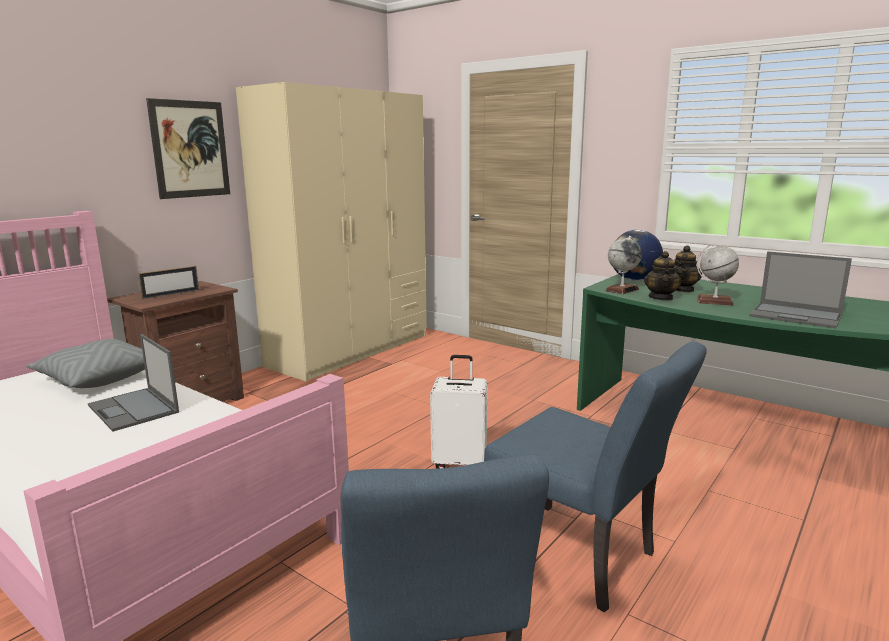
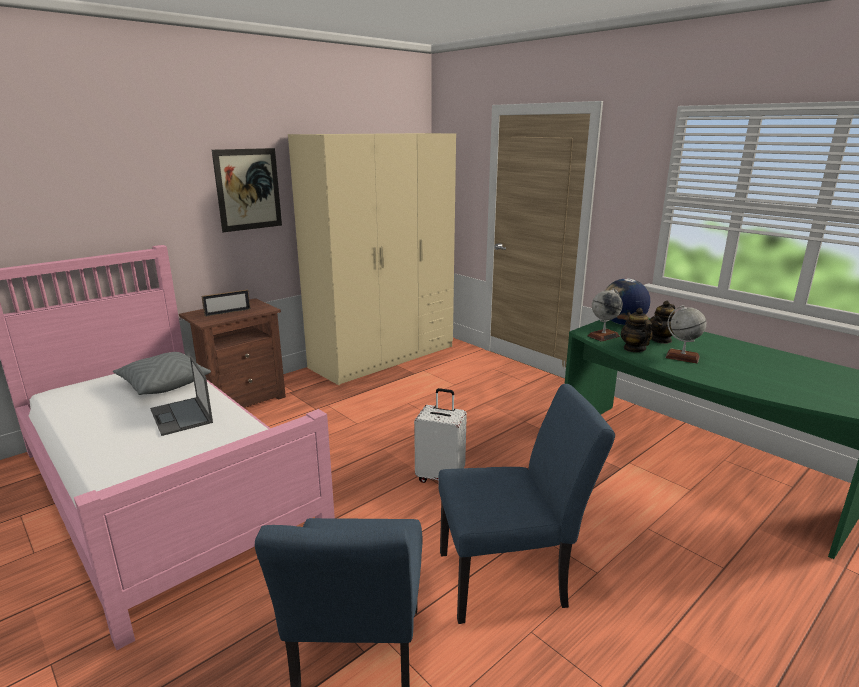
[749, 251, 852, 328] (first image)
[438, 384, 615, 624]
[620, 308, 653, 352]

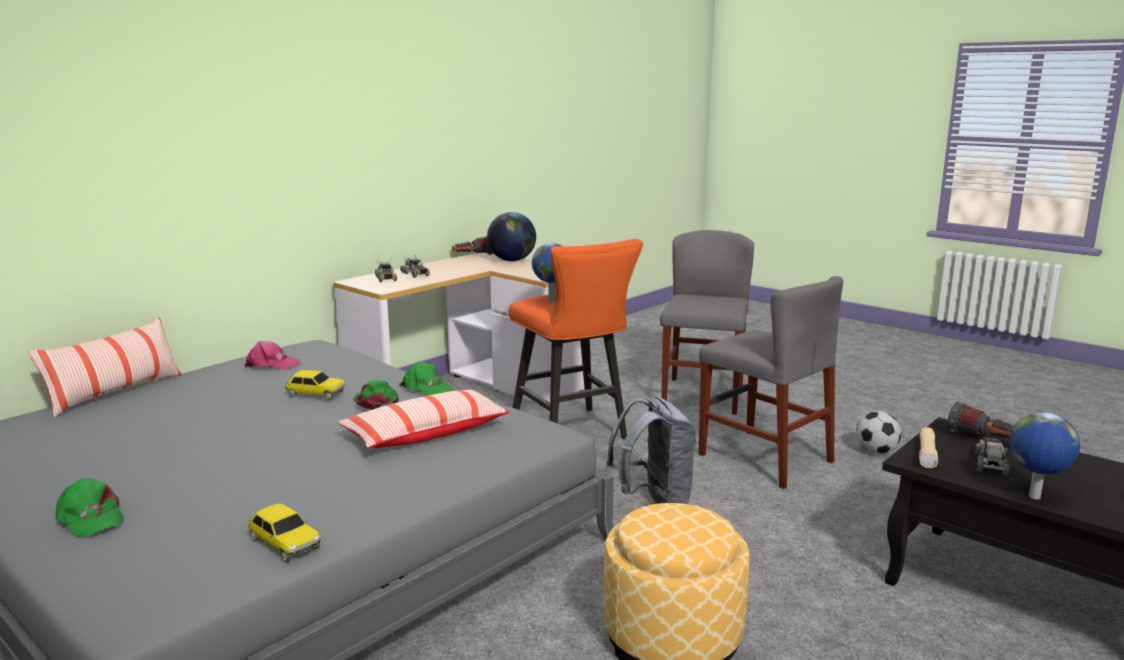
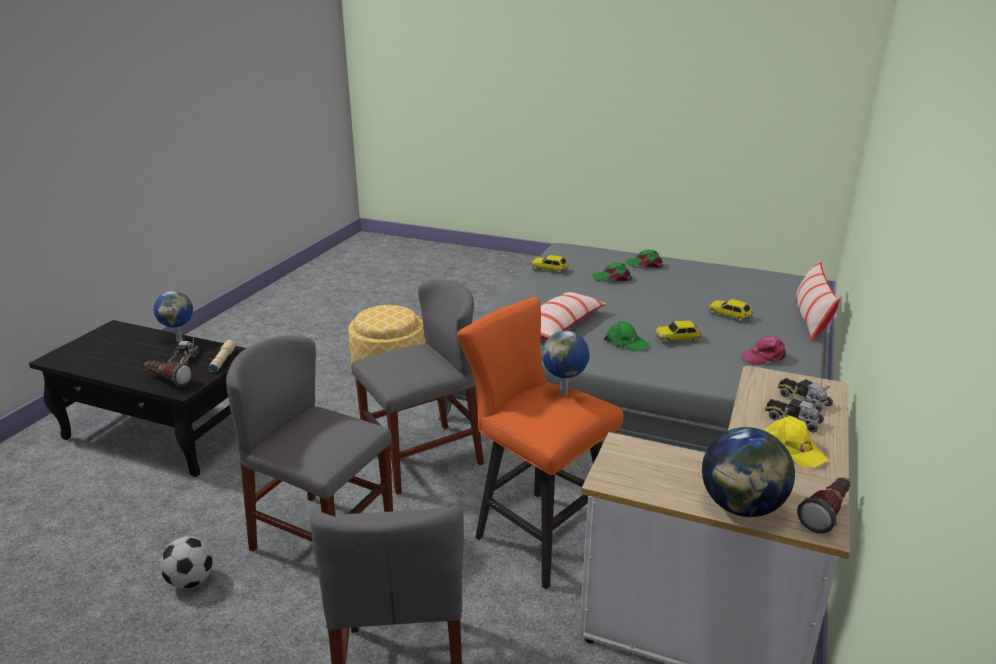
[709, 299, 753, 323]
[765, 416, 829, 467]
[593, 263, 632, 281]
[351, 279, 484, 495]

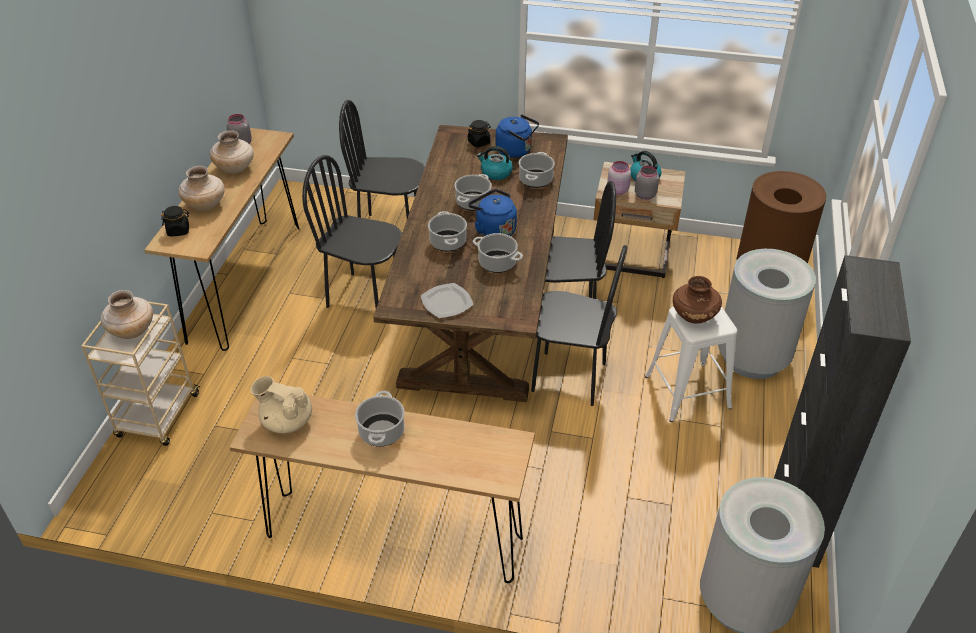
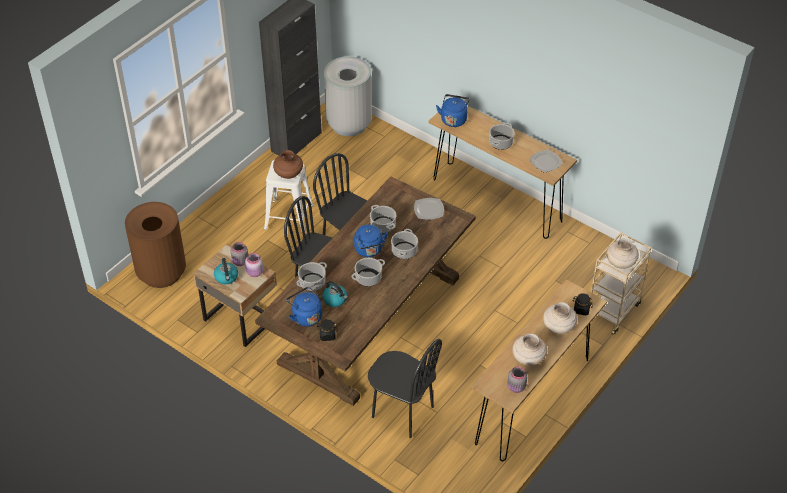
[302, 155, 402, 308] (first image)
[718, 249, 816, 379] (first image)
[436, 94, 470, 127]
[529, 149, 563, 173]

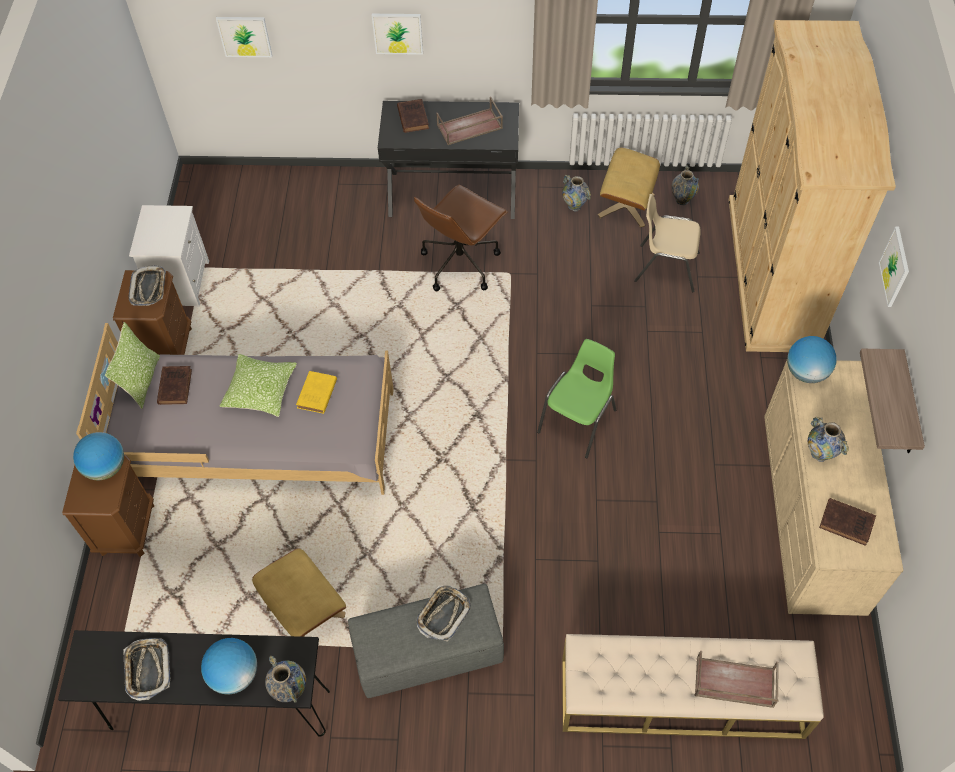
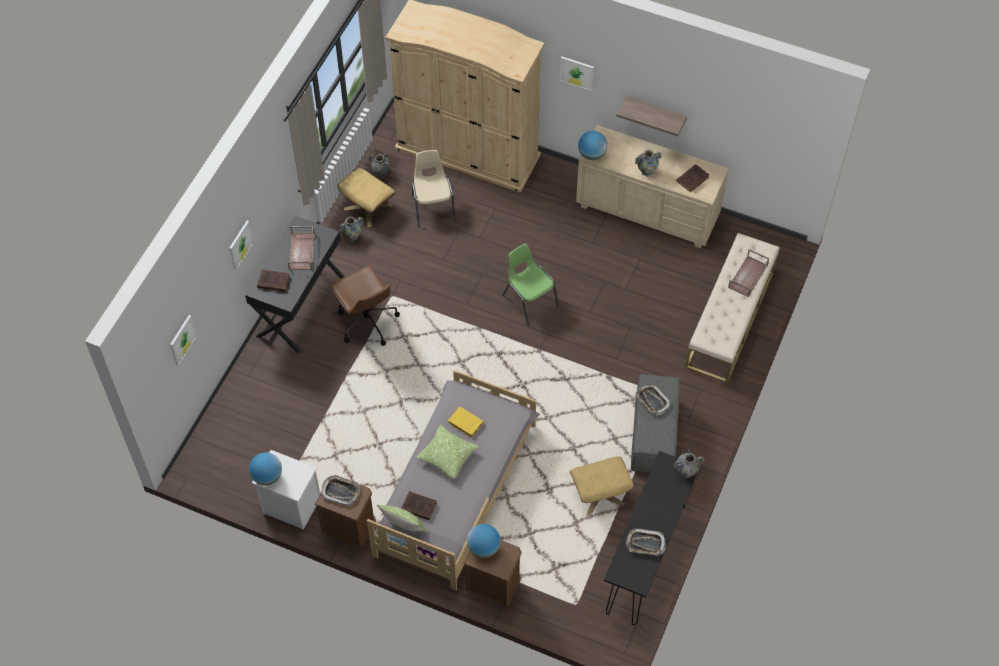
[249, 453, 282, 485]
[412, 150, 456, 228]

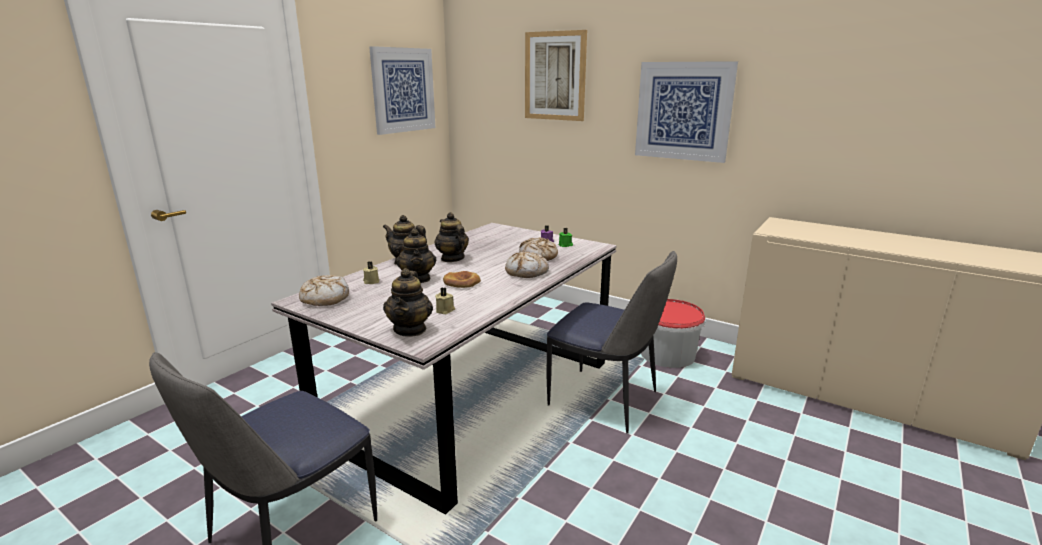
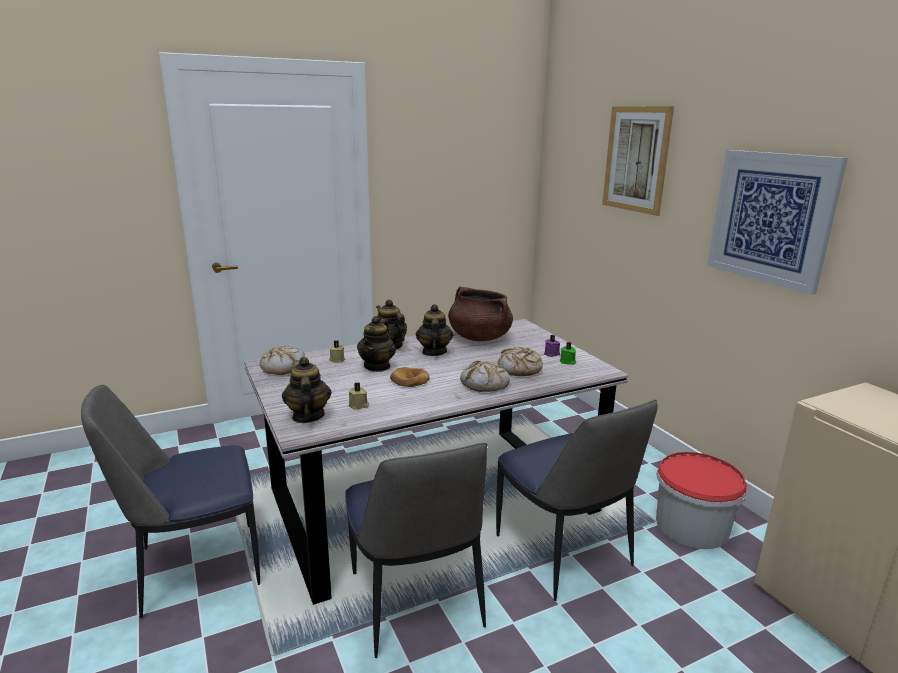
[369, 46, 435, 135] (first image)
[345, 443, 487, 658]
[448, 287, 513, 341]
[282, 357, 332, 423]

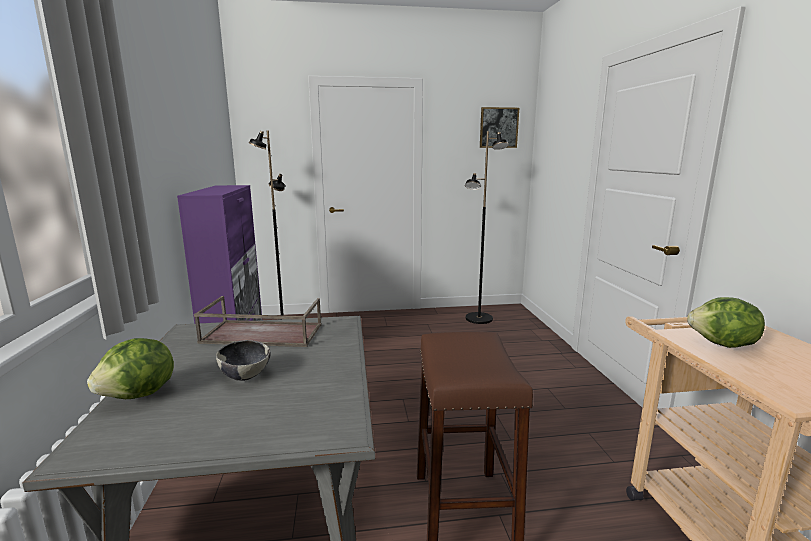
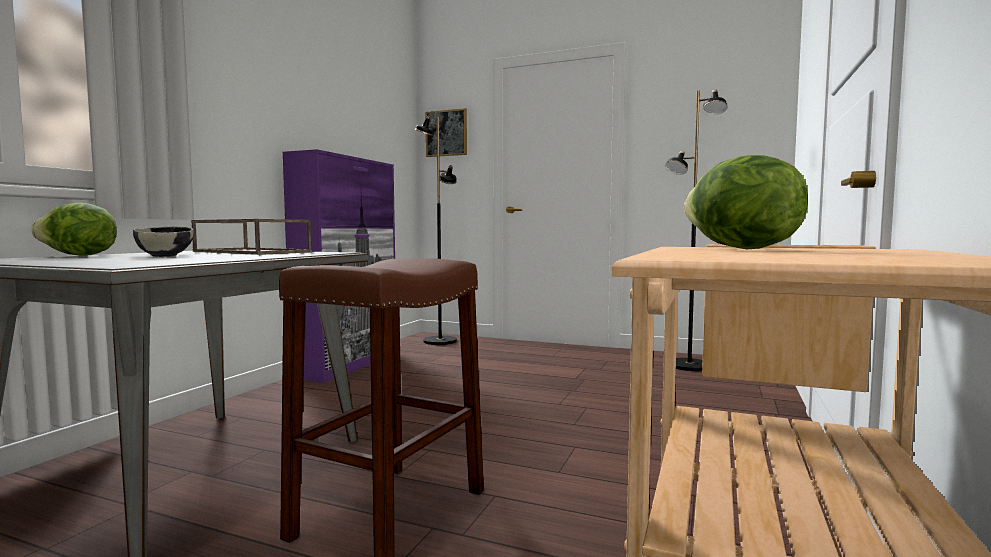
[426, 108, 467, 157]

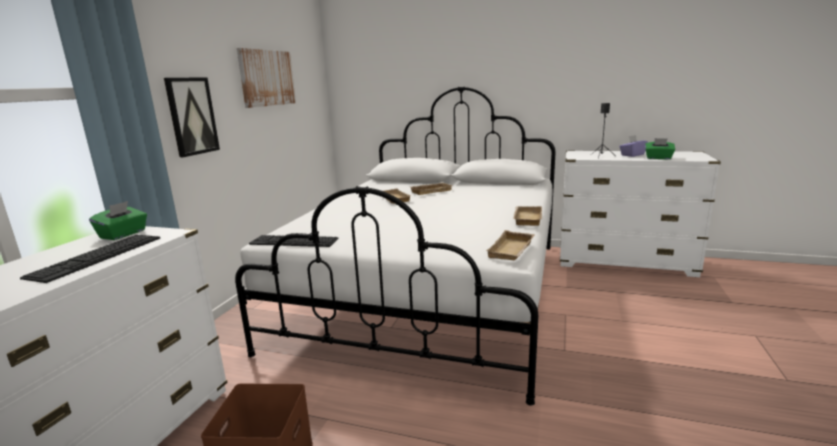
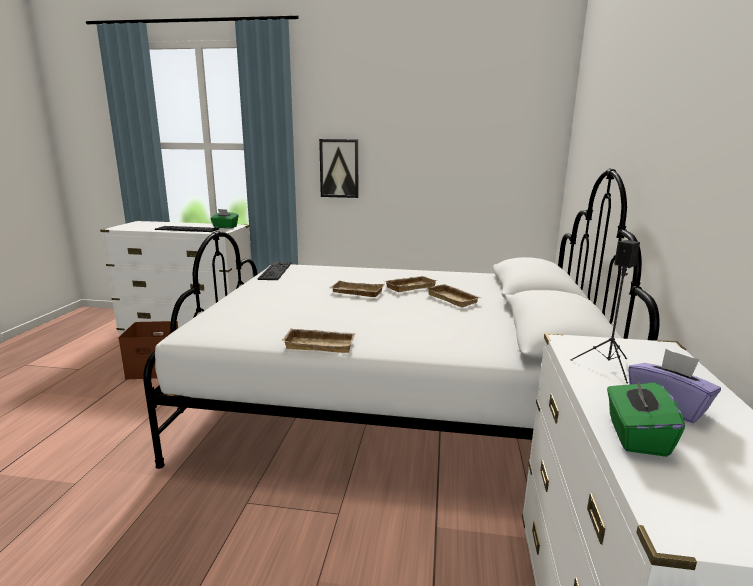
[237, 48, 296, 108] (first image)
[330, 281, 385, 297]

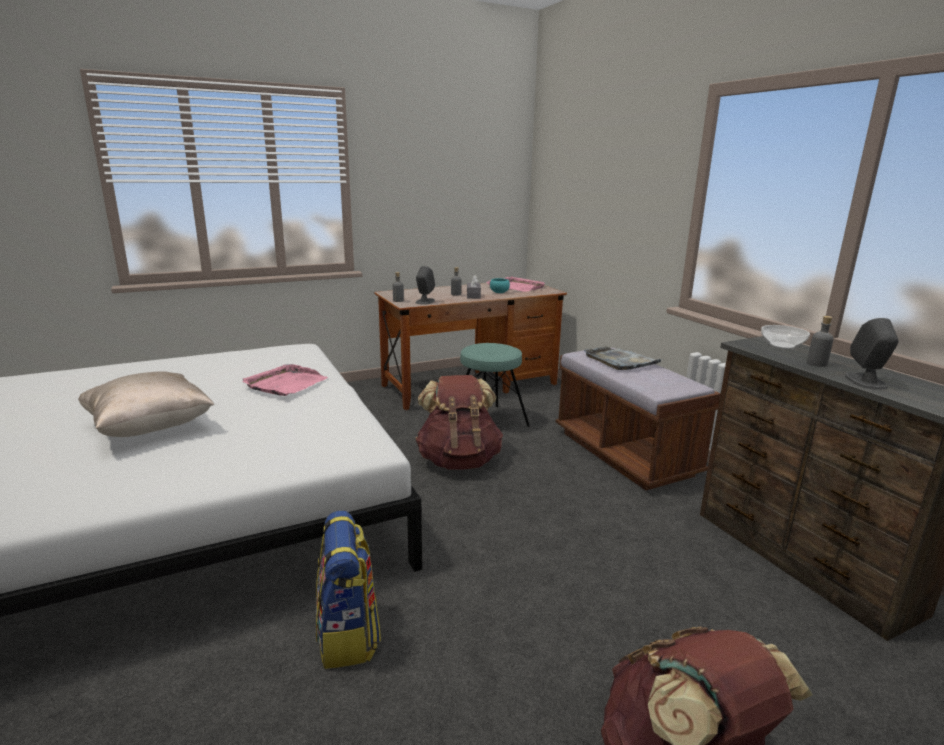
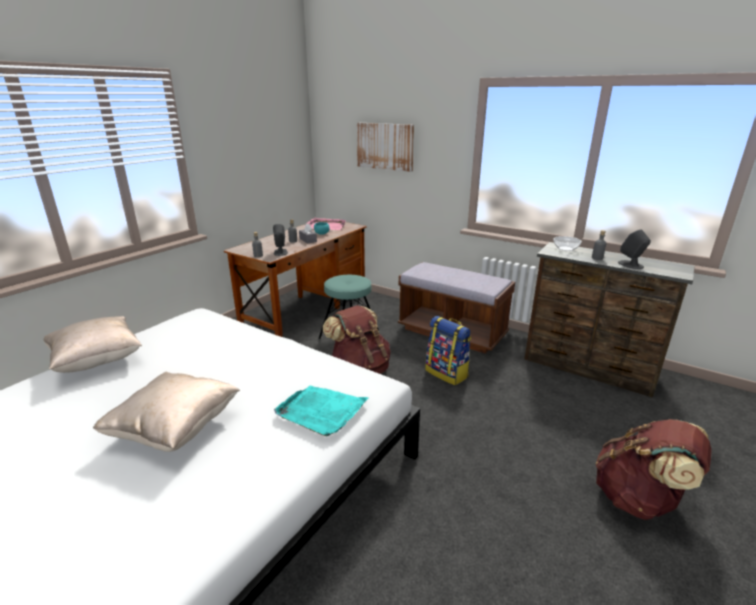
[242, 364, 328, 396] (first image)
[584, 347, 663, 370] (first image)
[44, 316, 142, 373]
[274, 386, 369, 436]
[357, 123, 414, 172]
[425, 316, 471, 385]

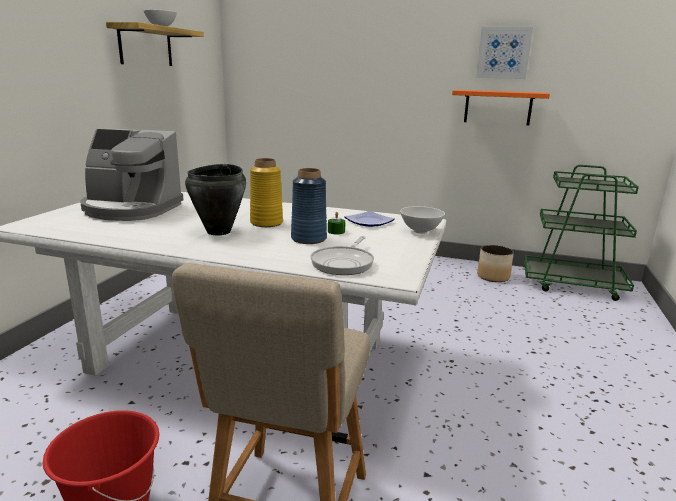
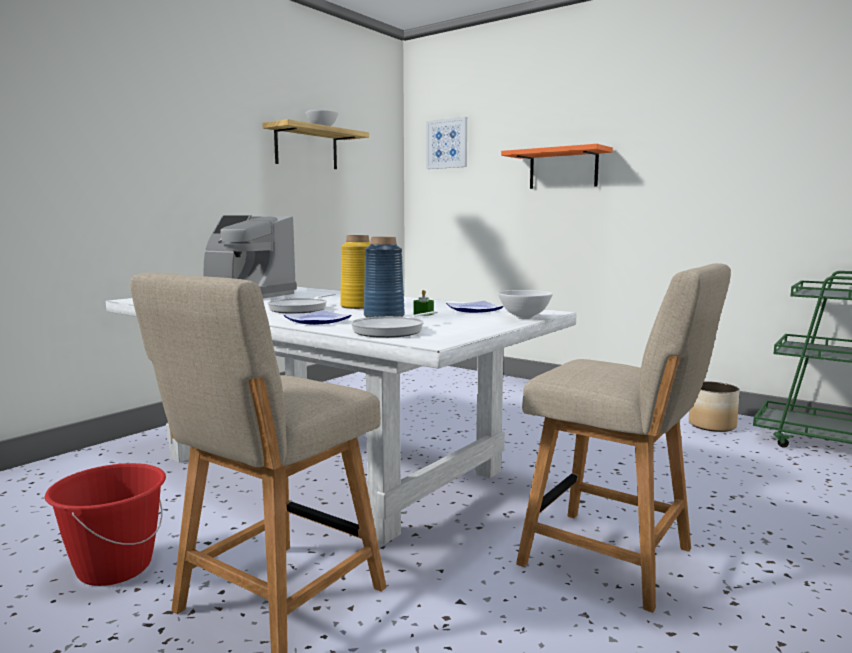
[284, 310, 351, 325]
[516, 263, 731, 613]
[501, 144, 613, 189]
[426, 117, 467, 169]
[267, 294, 336, 314]

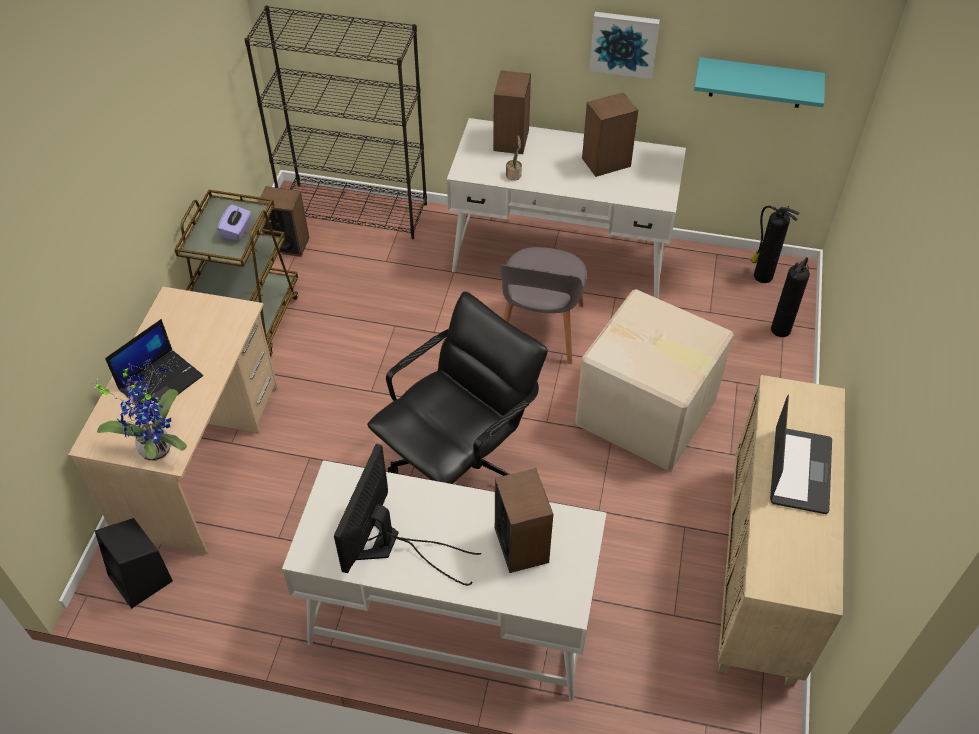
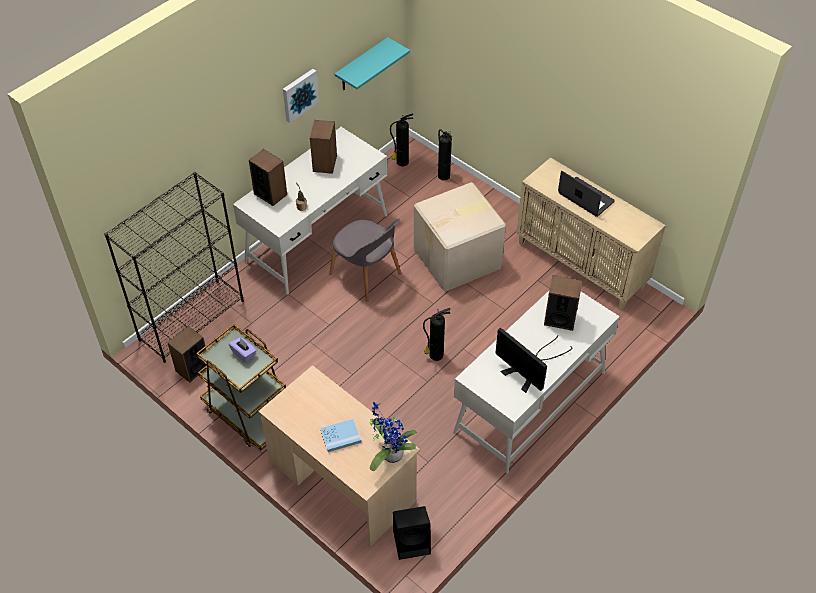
[320, 419, 361, 452]
[423, 308, 451, 361]

